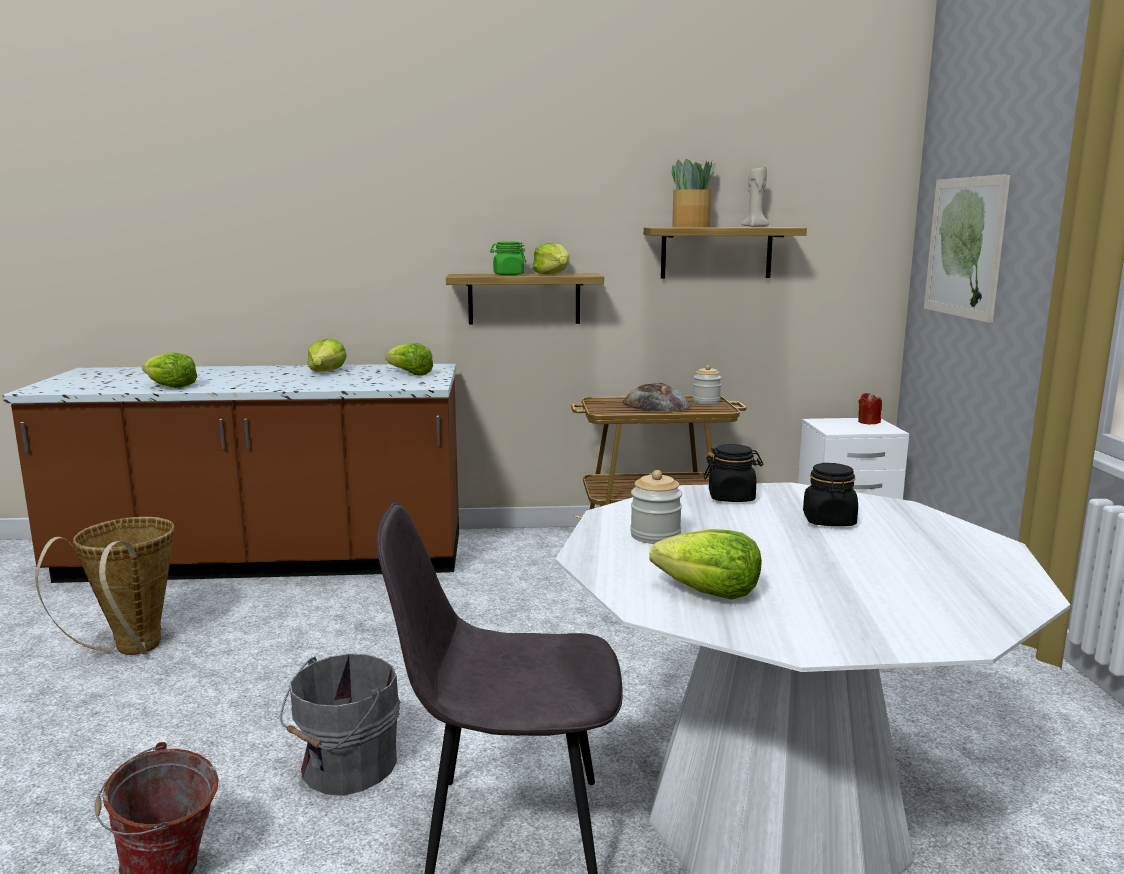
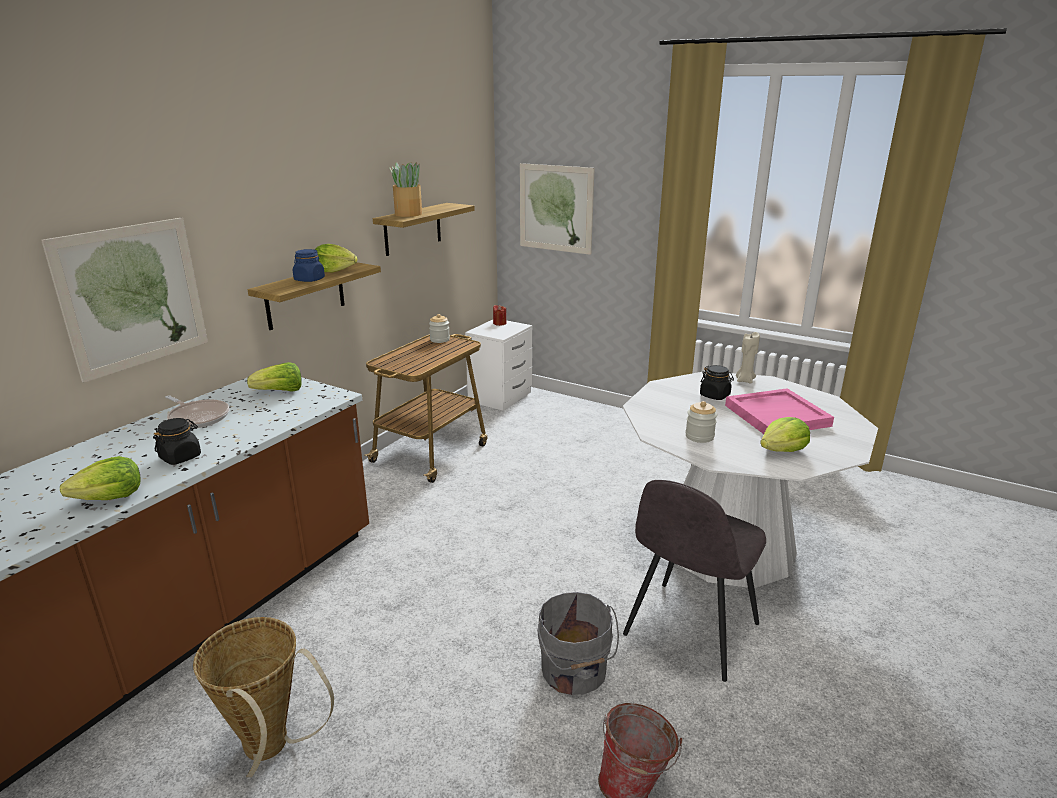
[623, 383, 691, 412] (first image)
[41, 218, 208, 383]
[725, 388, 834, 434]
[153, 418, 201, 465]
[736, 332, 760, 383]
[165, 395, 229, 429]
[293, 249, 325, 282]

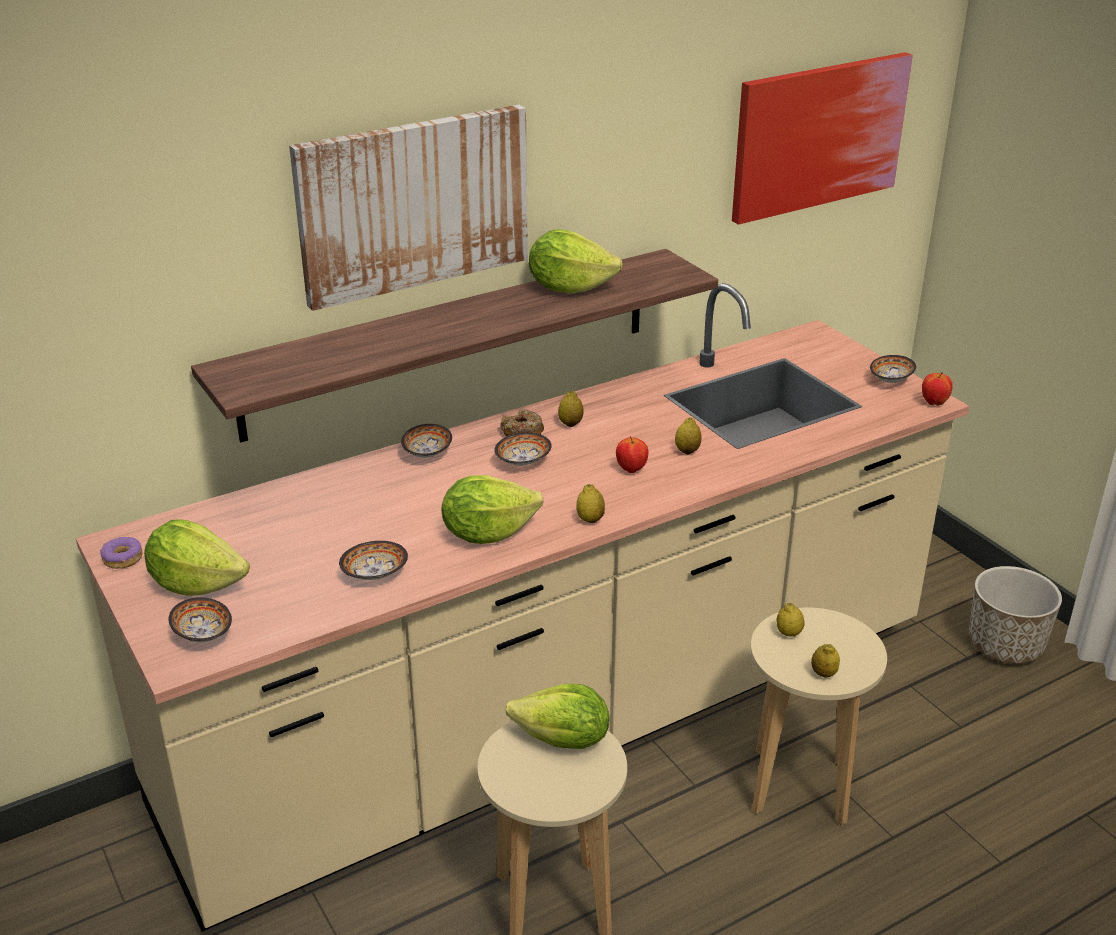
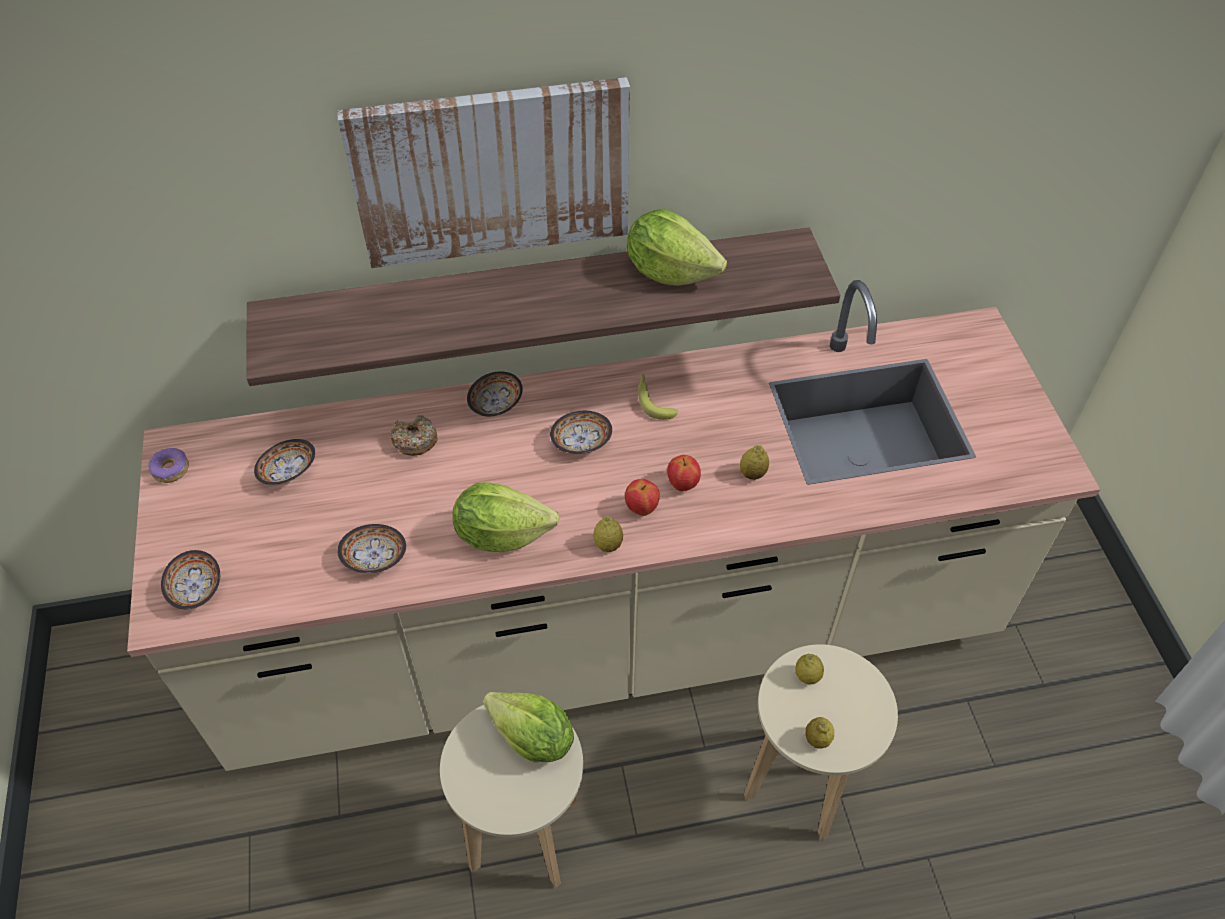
[144, 519, 250, 596] (first image)
[732, 52, 913, 225] (first image)
[969, 566, 1062, 664] (first image)
[390, 415, 438, 456]
[254, 439, 315, 485]
[625, 479, 660, 516]
[638, 374, 678, 420]

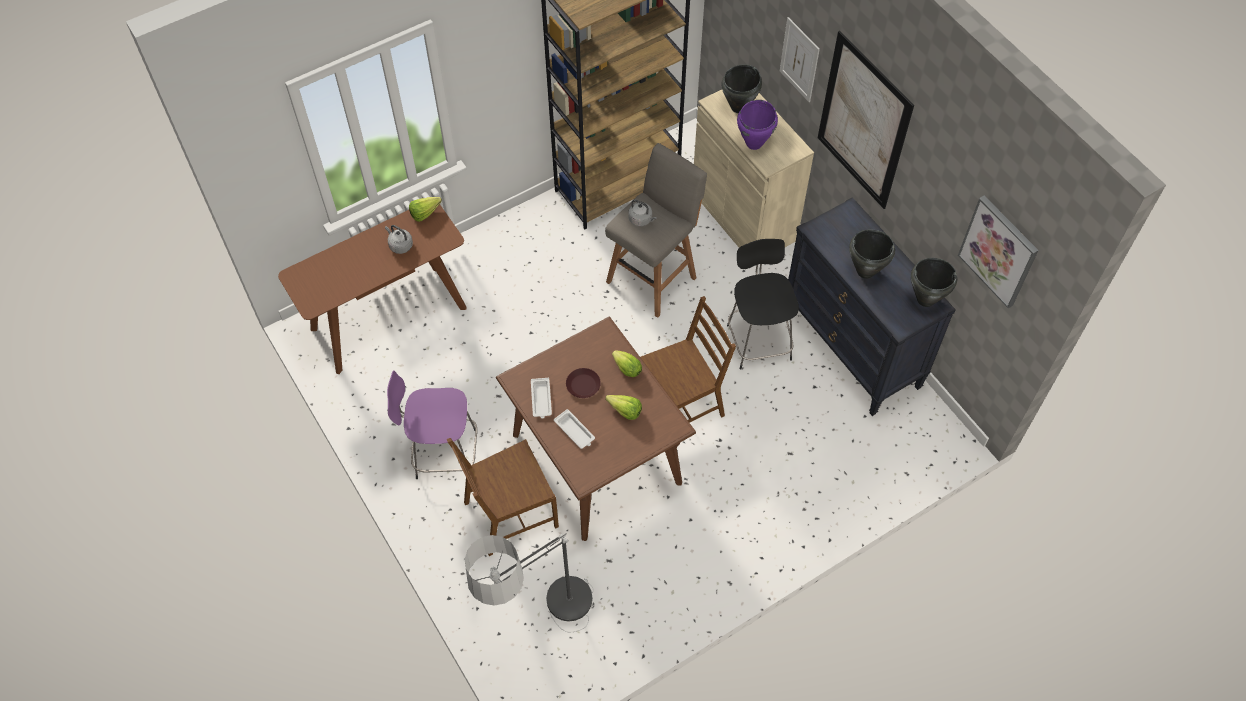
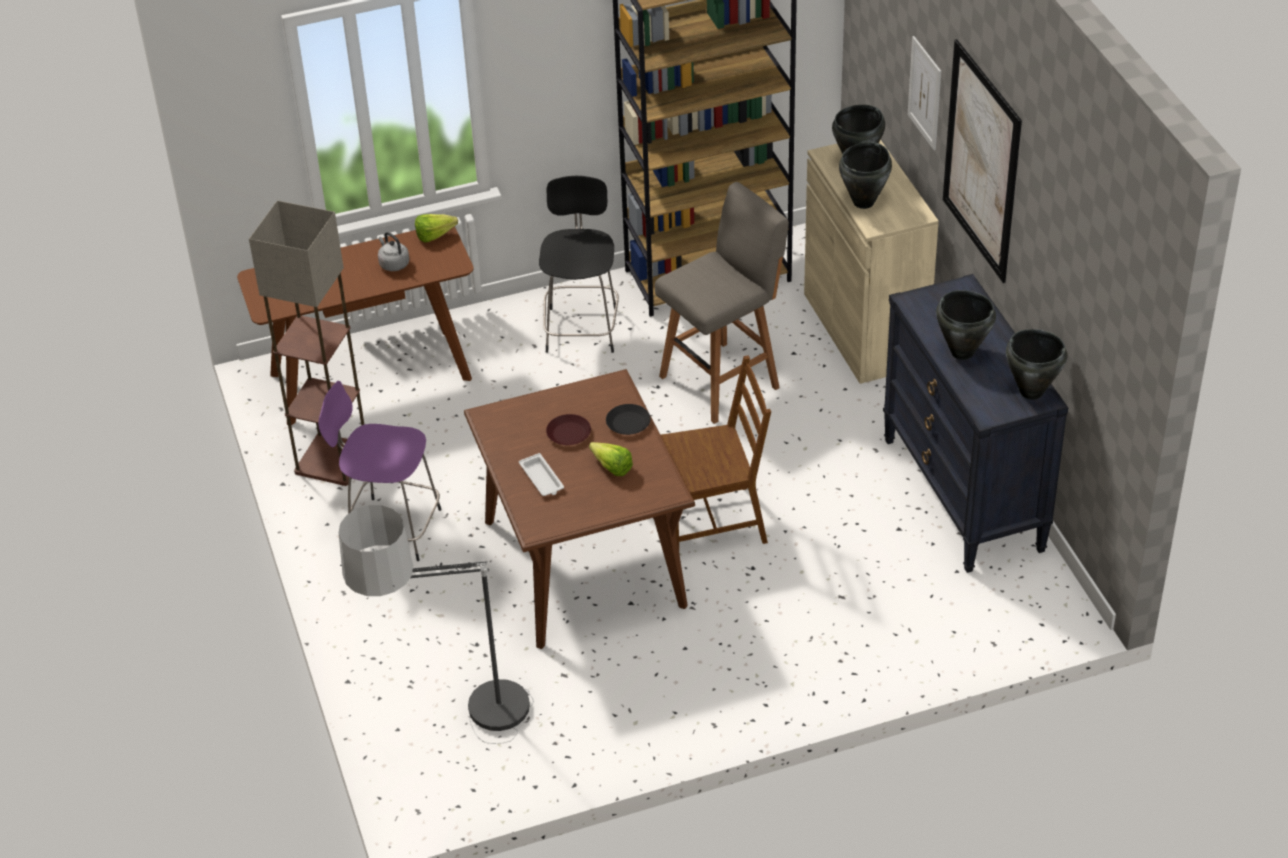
[446, 438, 559, 556] (first image)
[531, 378, 552, 419] (first image)
[628, 200, 657, 226] (first image)
[958, 196, 1039, 308] (first image)
[249, 201, 364, 486]
[539, 176, 619, 353]
[606, 404, 651, 435]
[839, 142, 892, 209]

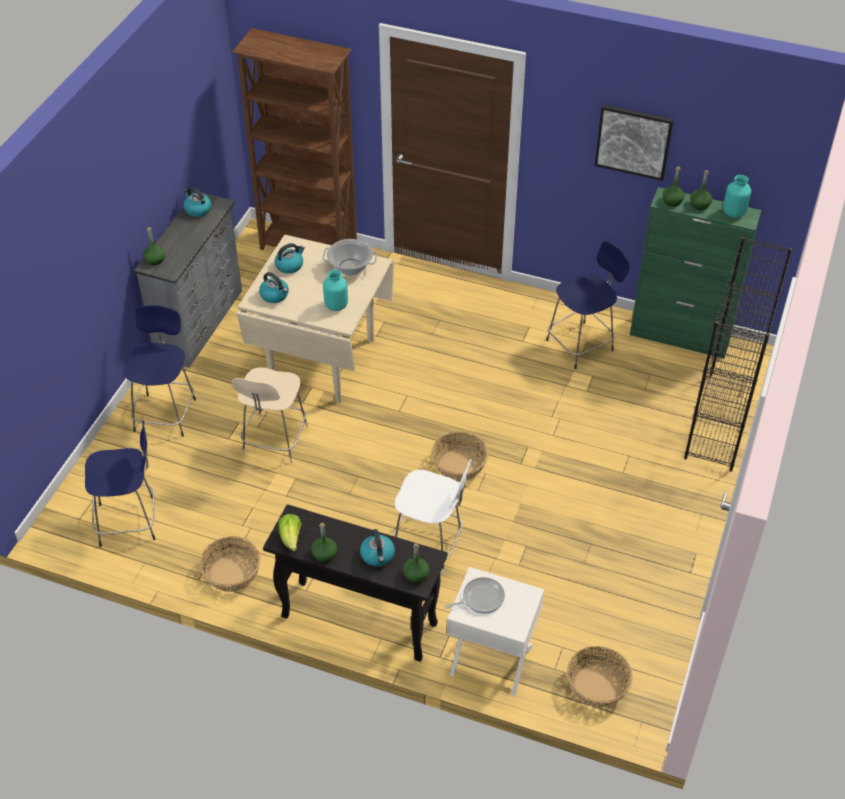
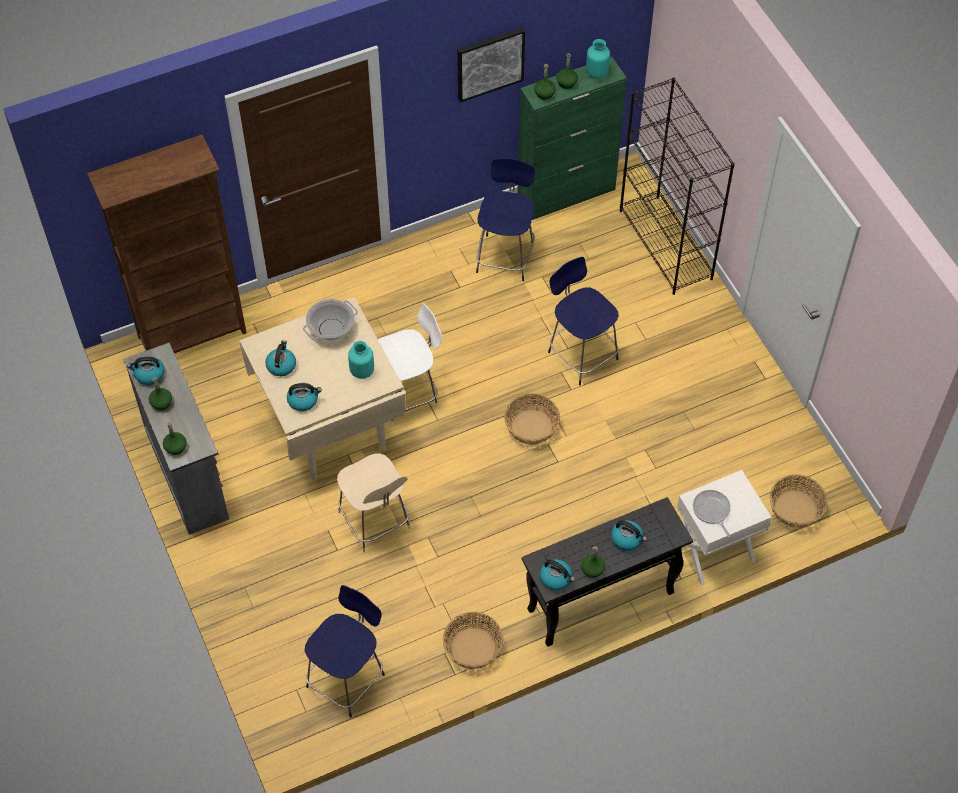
[548, 257, 619, 385]
[378, 303, 442, 425]
[149, 377, 172, 410]
[540, 559, 575, 591]
[693, 490, 731, 537]

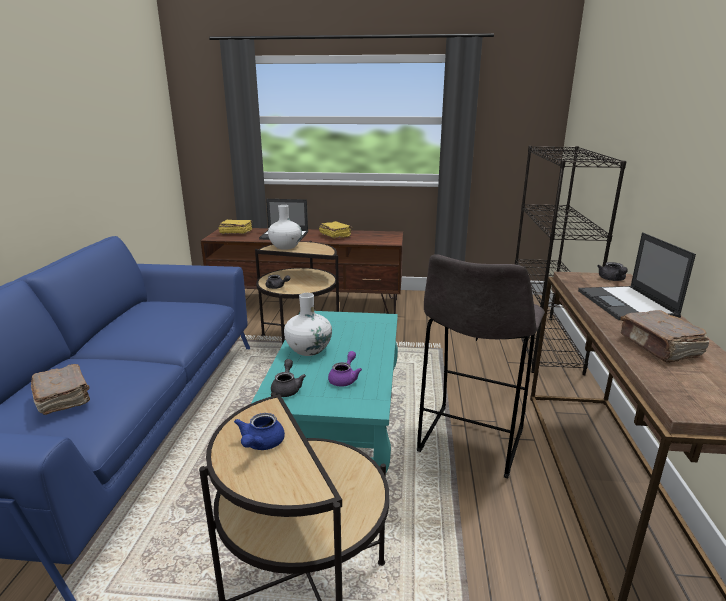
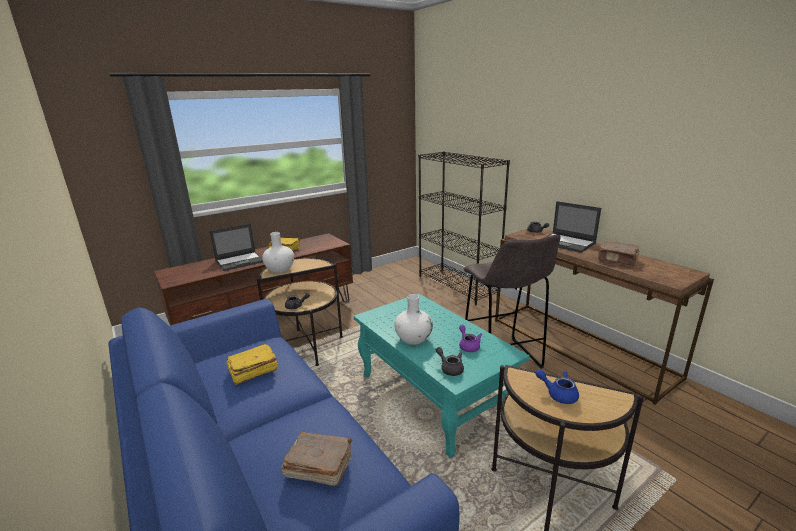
[226, 344, 278, 385]
[535, 369, 579, 404]

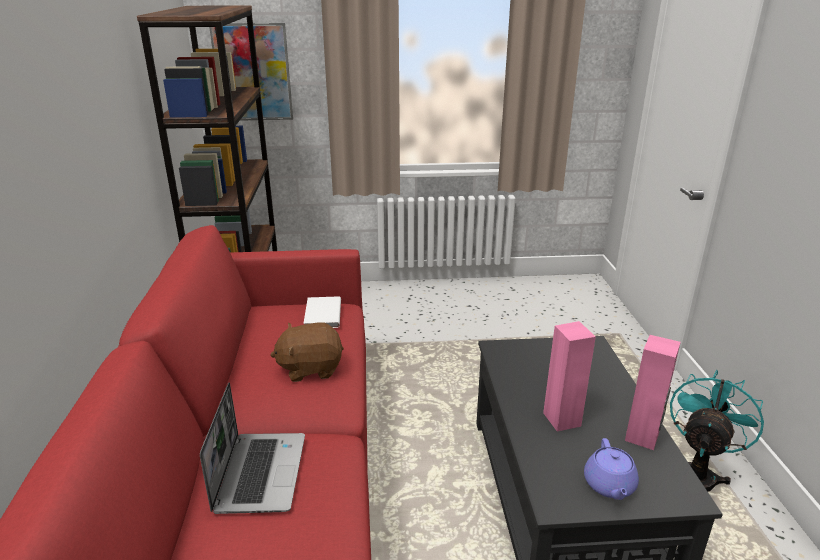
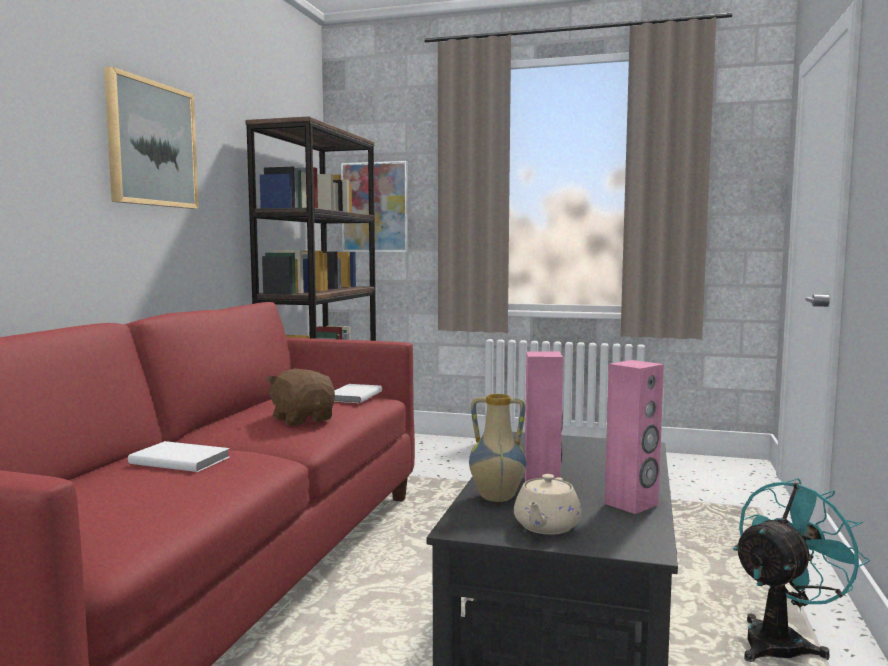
[104, 67, 199, 209]
[469, 394, 526, 502]
[128, 441, 230, 472]
[514, 474, 582, 535]
[266, 369, 335, 426]

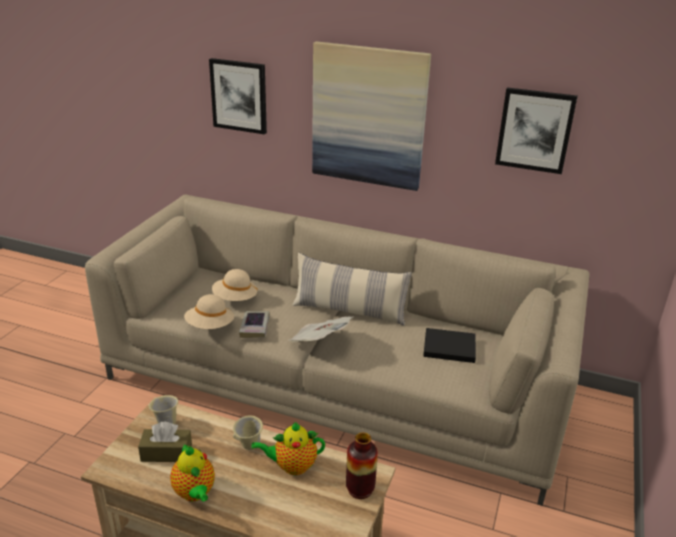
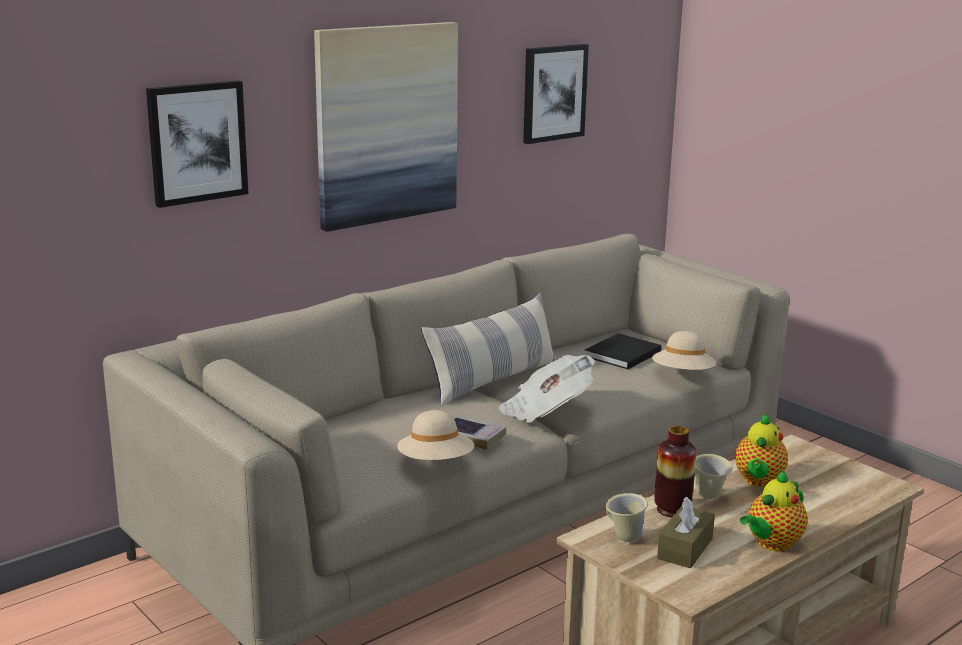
[652, 331, 716, 370]
[654, 426, 696, 517]
[740, 470, 808, 552]

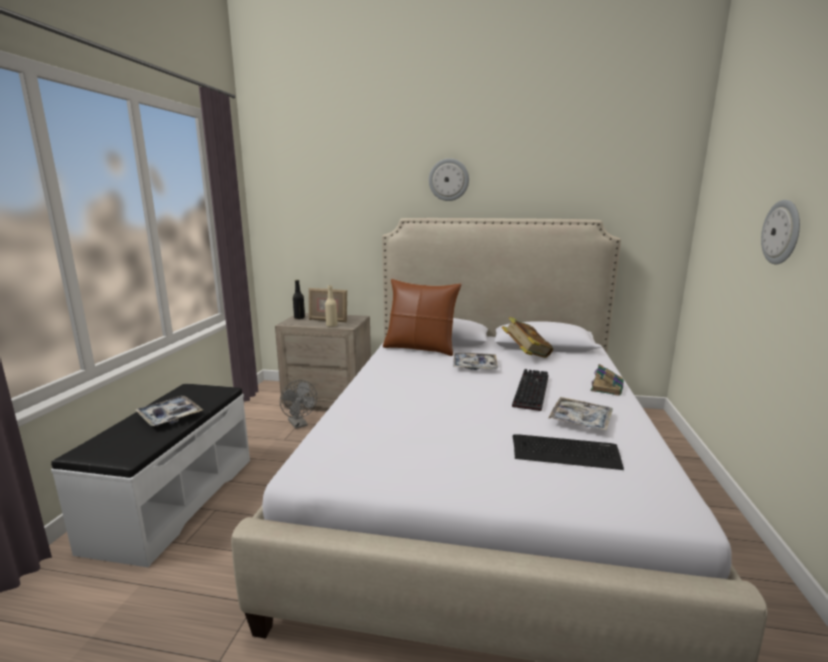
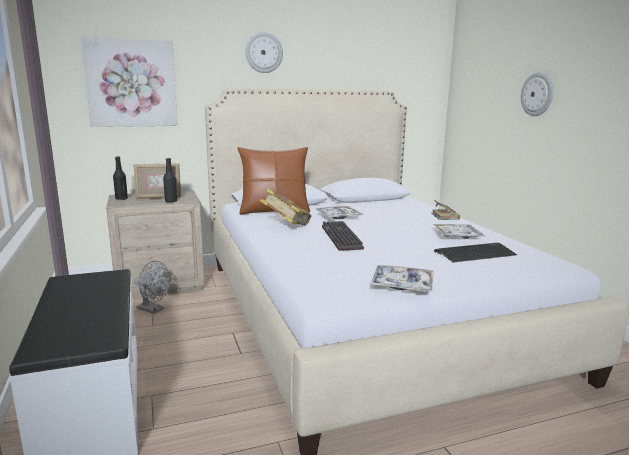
[81, 37, 178, 127]
[370, 265, 434, 292]
[259, 188, 312, 226]
[322, 221, 364, 251]
[163, 158, 177, 202]

